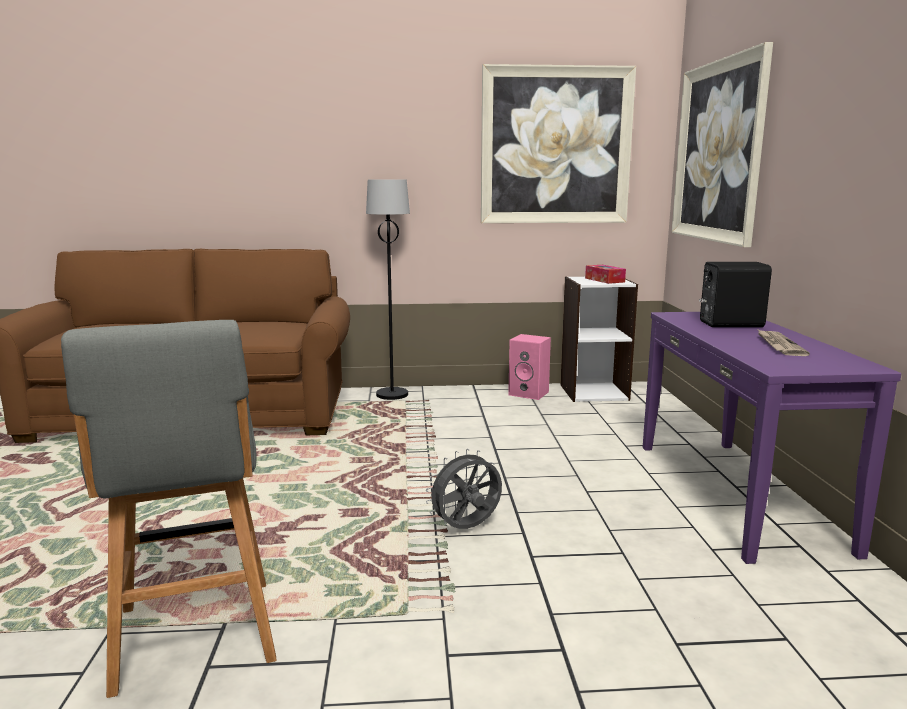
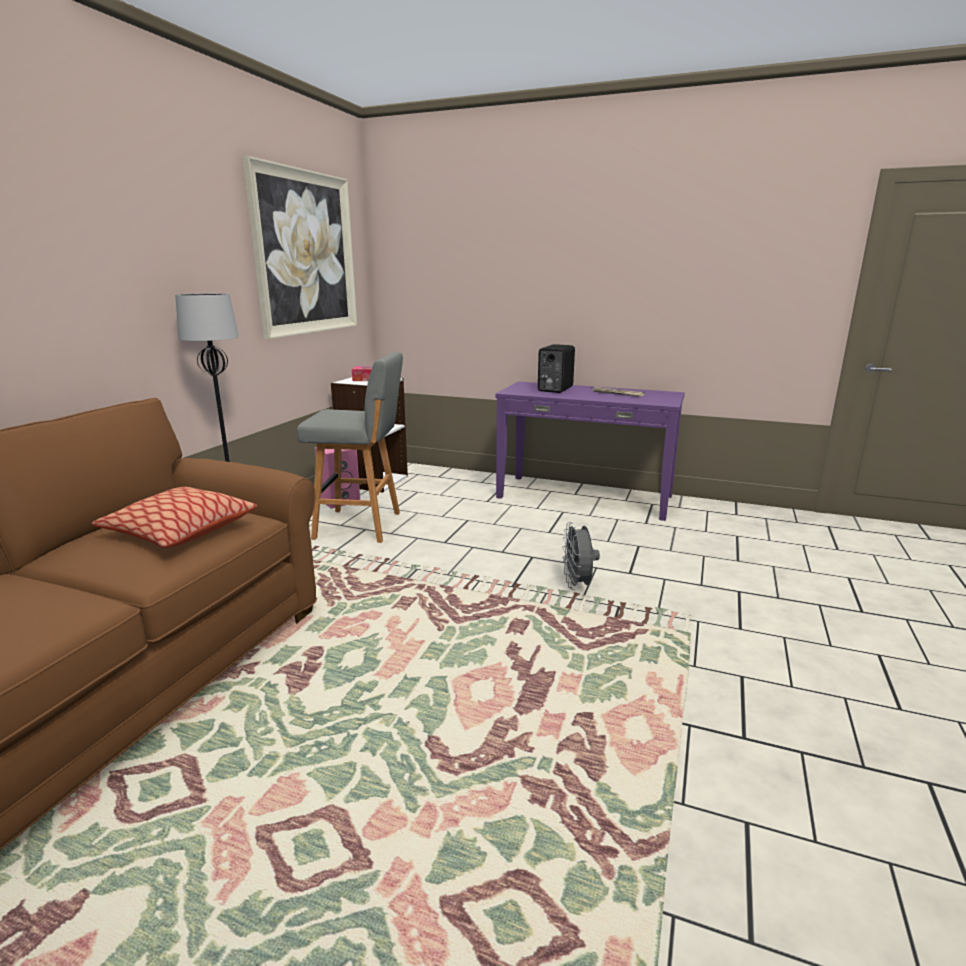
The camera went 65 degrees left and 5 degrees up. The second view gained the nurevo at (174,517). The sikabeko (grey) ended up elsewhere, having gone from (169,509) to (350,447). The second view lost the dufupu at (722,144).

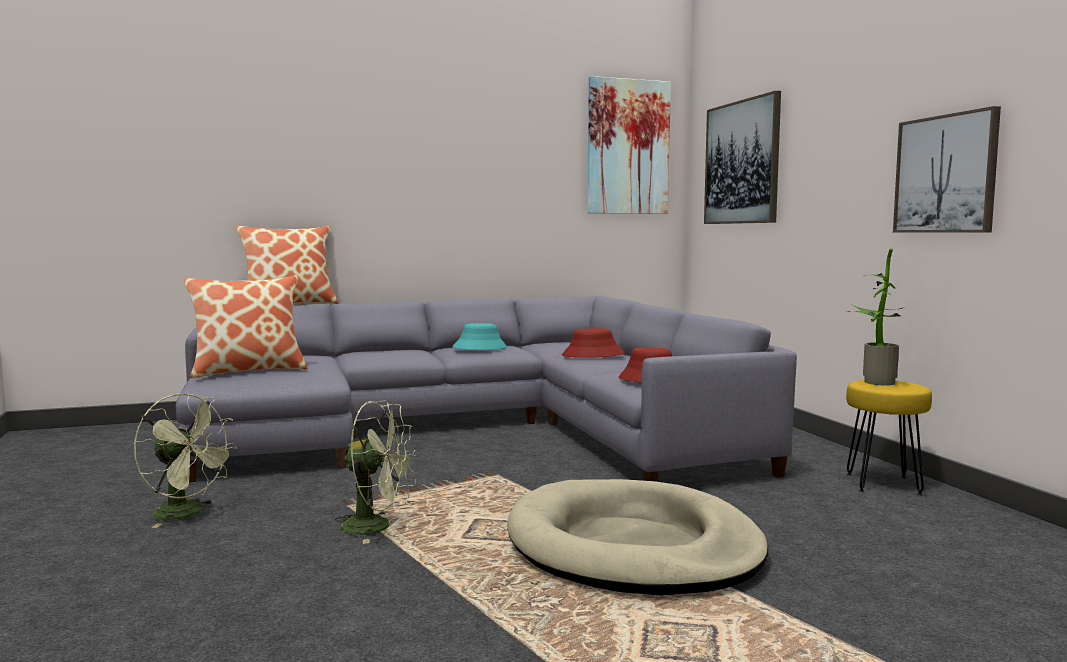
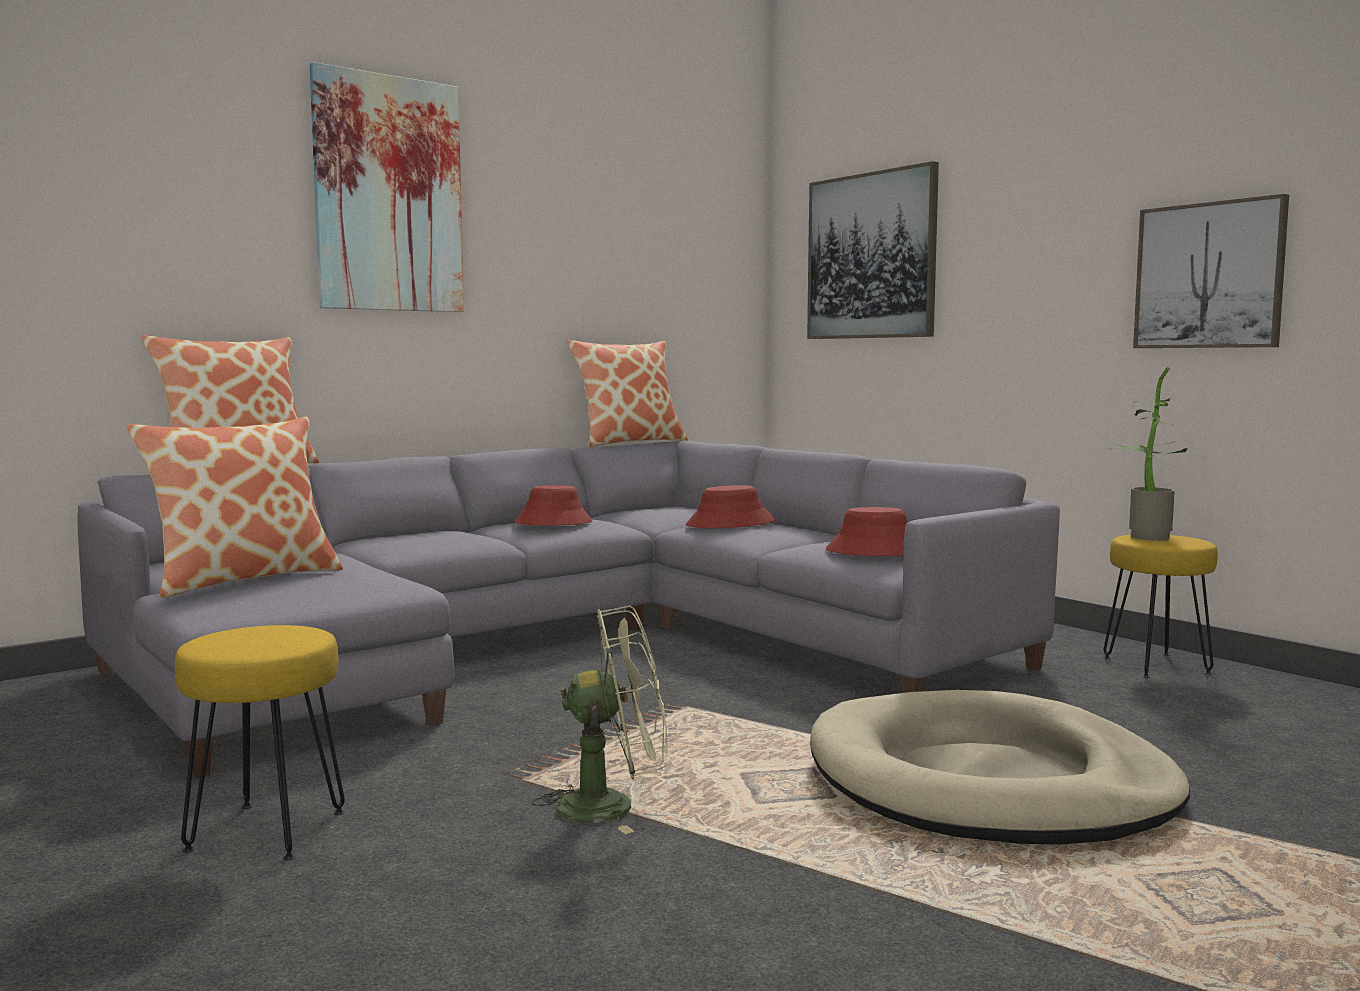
The camera went 20 degrees left and 0 degrees up. Where the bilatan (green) stood at (186,460), the sikabeko (yellow) came to stand at (260,742). The dufupu ended up elsewhere, having gone from (629,145) to (387,187). What was the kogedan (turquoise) at (479,336) turned into the kogedan (red) at (553,505). The second view gained the nurevo at (627,393).

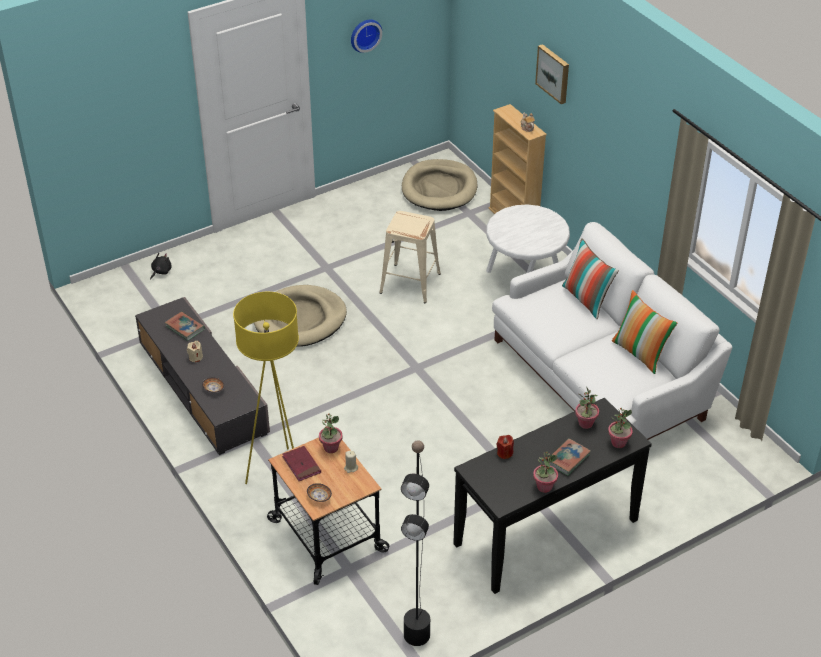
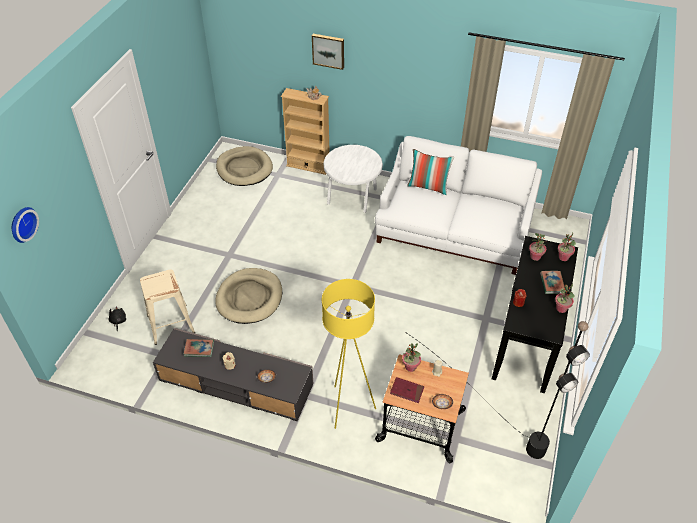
The camera went 40 degrees left and 5 degrees up. The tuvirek ended up elsewhere, having gone from (366,36) to (25,225). The sikabeko (beige) ended up elsewhere, having gone from (410,257) to (167,307). The second view lost the nurevo at (644,332).

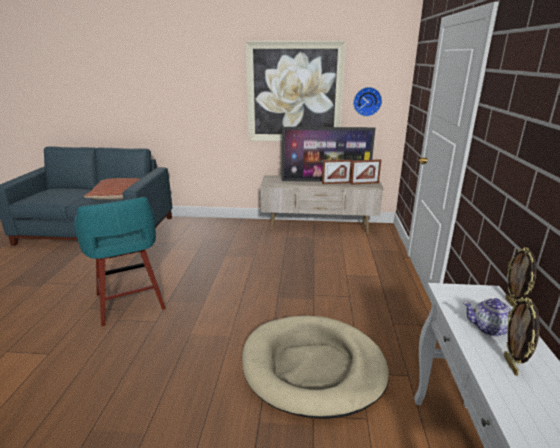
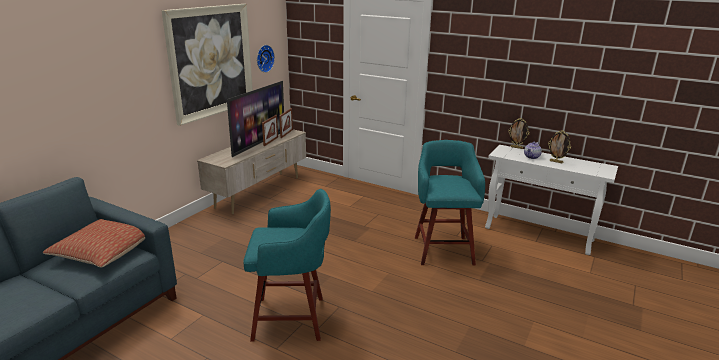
The camera went 65 degrees left and 0 degrees up. Where the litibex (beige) stood at (315,367), the sikabeko (turquoise) came to stand at (450,203).

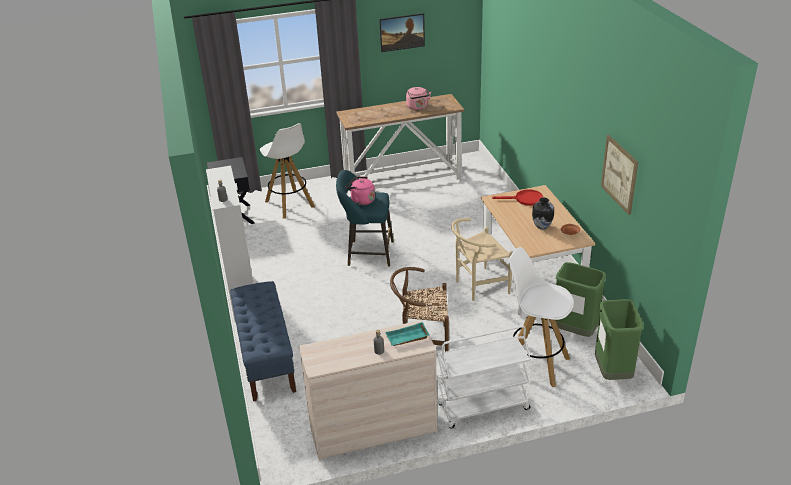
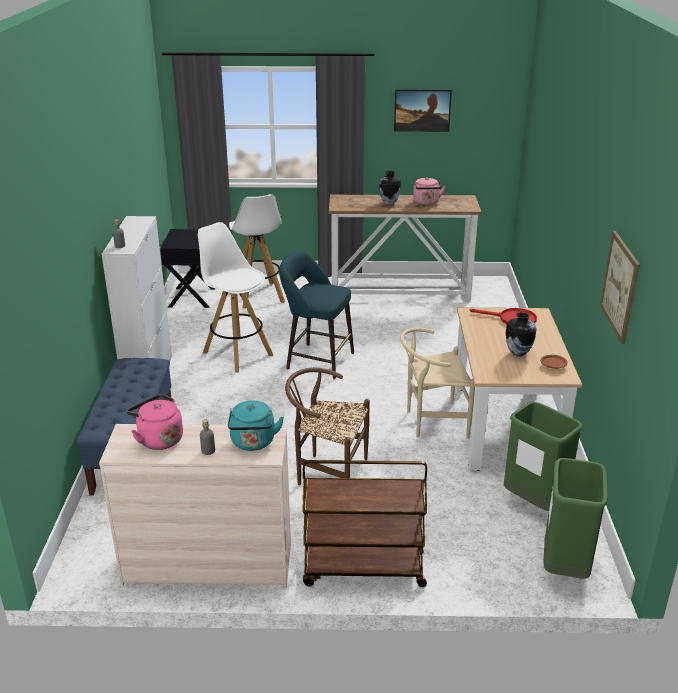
The camera went 15 degrees right and 5 degrees down. The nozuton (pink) ended up elsewhere, having gone from (360,190) to (155,422). The sikabeko (white) ended up elsewhere, having gone from (541,317) to (235,297). Where the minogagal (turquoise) stood at (407,334), the nozuton (turquoise) came to stand at (256,426). What was the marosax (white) at (484,377) turned into the marosax (brown) at (364,523). The second view gained the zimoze at (390,188).

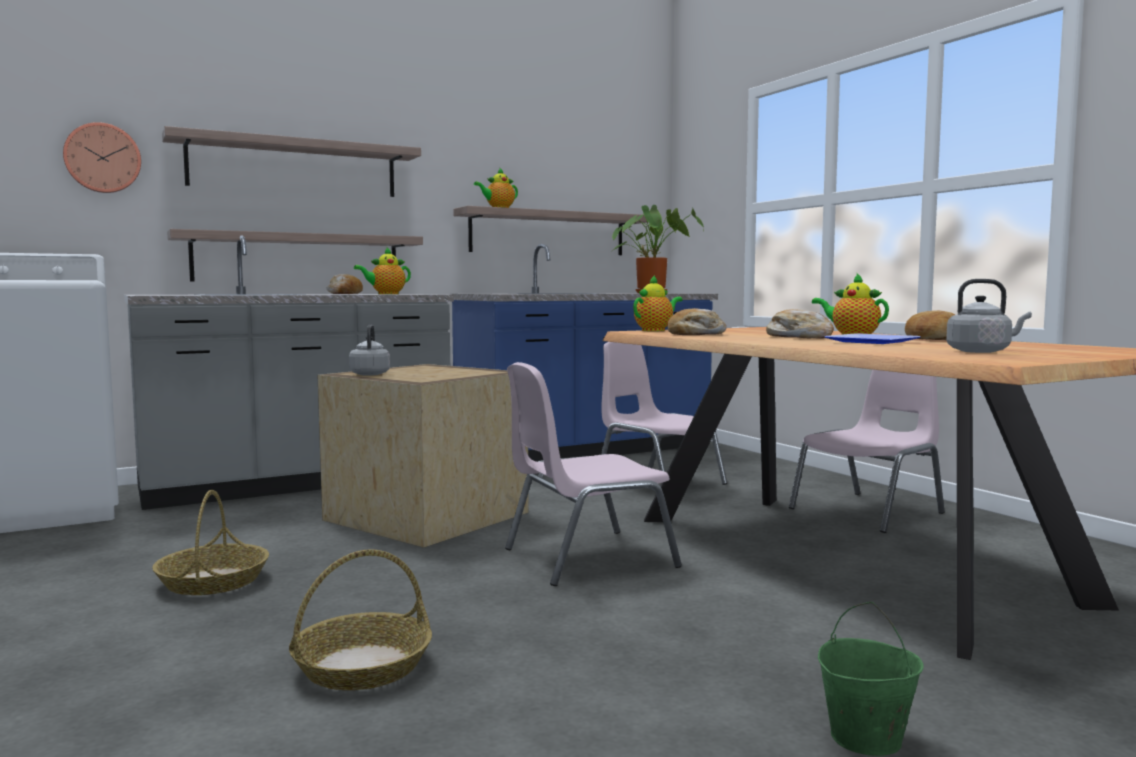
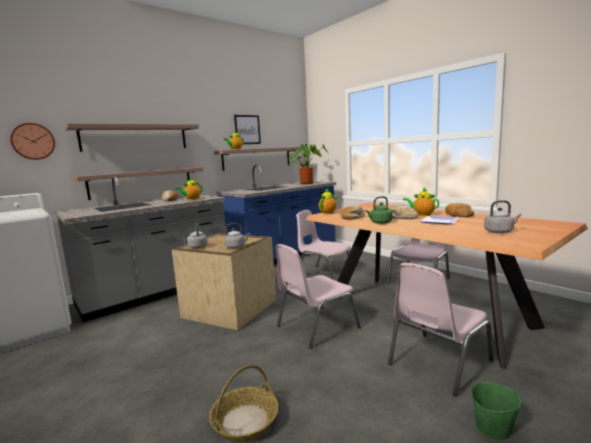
The camera went 10 degrees left and 5 degrees up. The second view gained the nozuton (grey) at (237,236). The second view gained the dufupu at (247,129). The second view gained the nozuton (green) at (379,210). The second view gained the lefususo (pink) at (441,330). The second view lost the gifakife at (210,542).

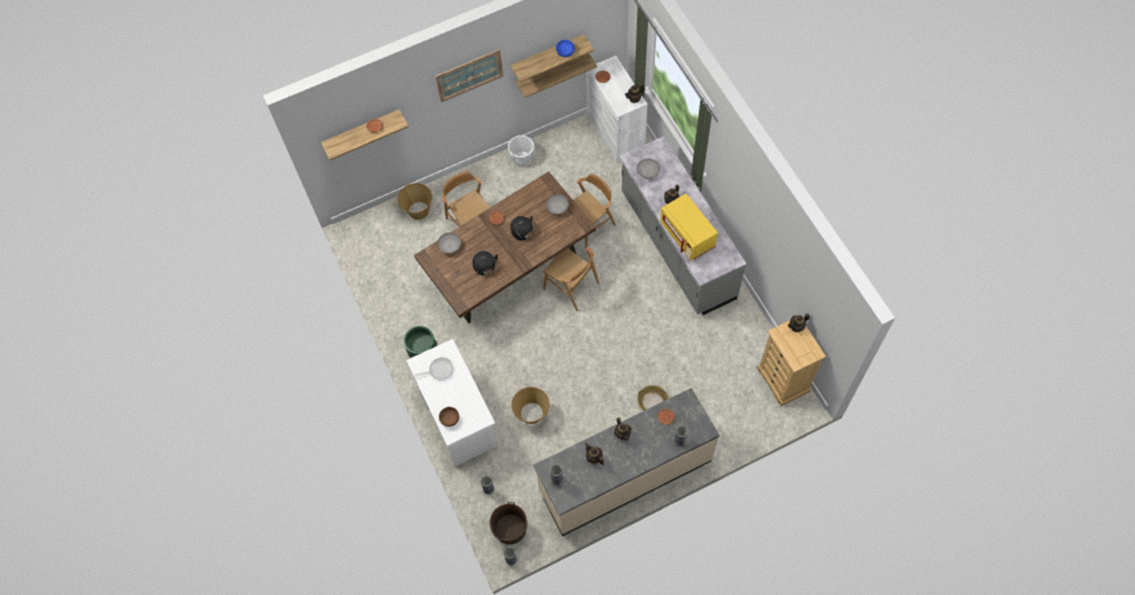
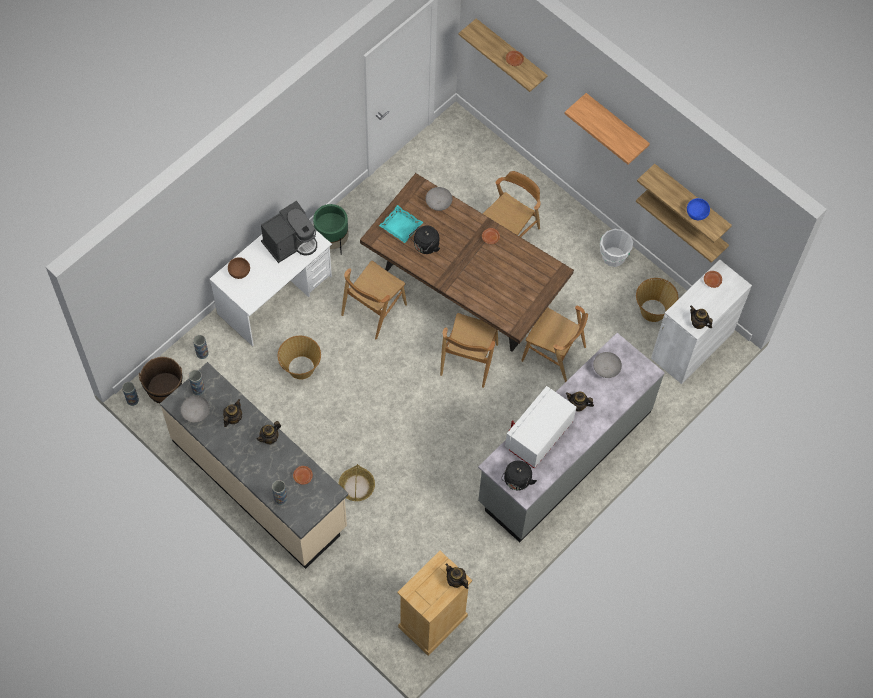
The camera went 65 degrees right and 0 degrees up. The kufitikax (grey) ended up elsewhere, having gone from (557,204) to (195,409). Where the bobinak stood at (433,368), the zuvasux came to stand at (289,232). The second view gained the lefususo (brown) at (374,300). The second view gained the minogagal (turquoise) at (401,224). The nozuton (black) ended up elsewhere, having gone from (523,228) to (519,476). What was the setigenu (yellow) at (689,227) turned into the setigenu (white) at (541,427). Where the dufupu hung at (469,76), the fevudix came to hang at (607,129). The gifakife ended up elsewhere, having gone from (415,201) to (657,300).

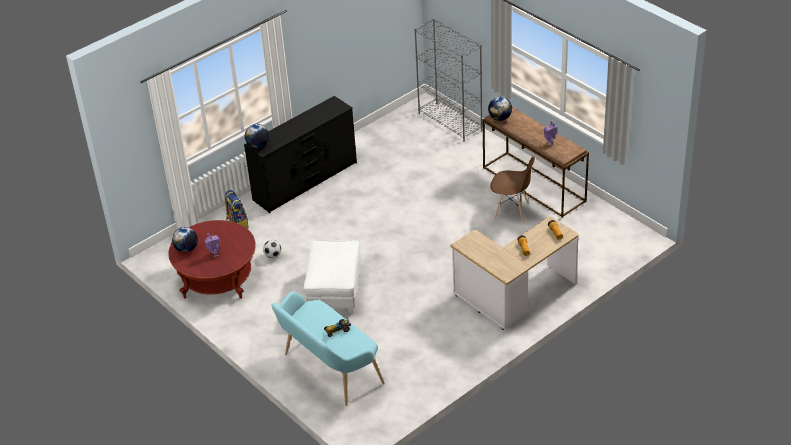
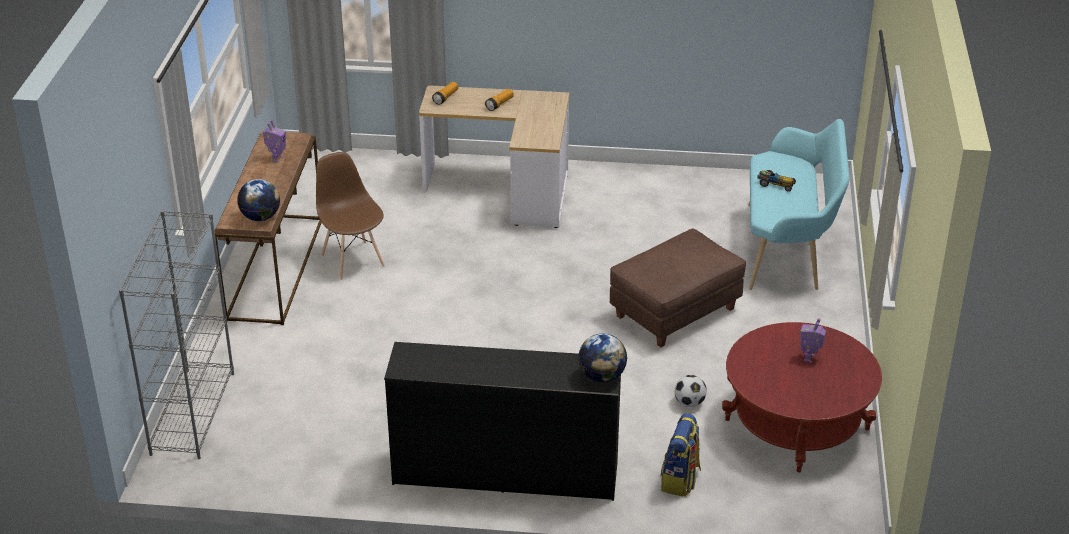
The camera went 135 degrees left and 5 degrees down. What was the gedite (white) at (332,276) turned into the gedite (brown) at (678,288). The second view lost the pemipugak at (185,240).

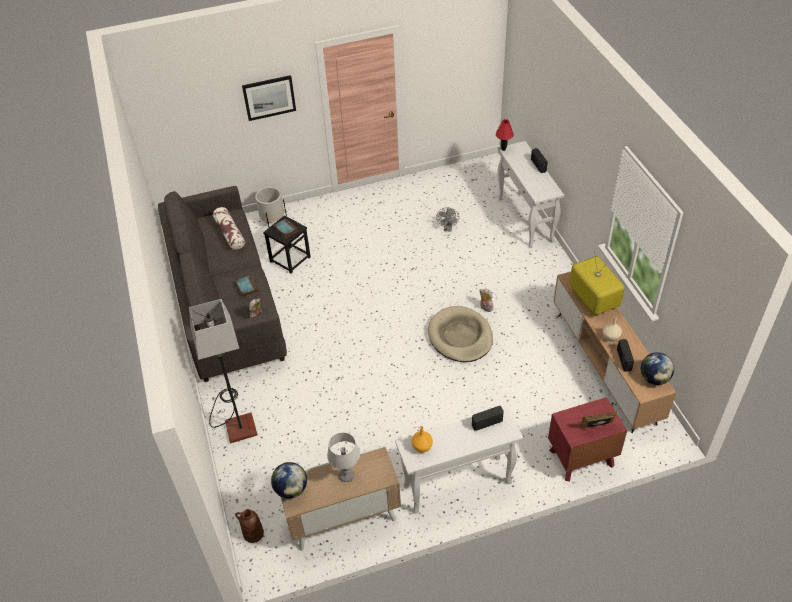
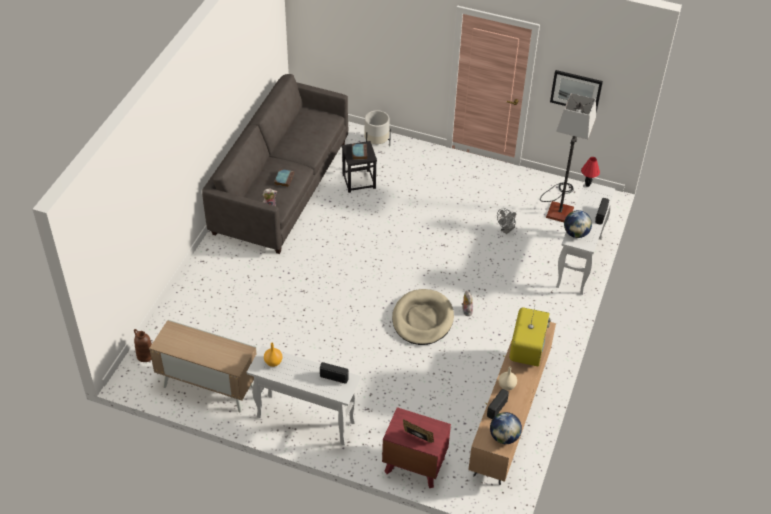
The camera went 35 degrees right and 0 degrees up. The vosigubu ended up elsewhere, having gone from (223,371) to (568,157). The dufupu ended up elsewhere, having gone from (269,98) to (576,91). The pemipugak ended up elsewhere, having gone from (289,480) to (578,224). The second view lost the nurevo at (229,228). The second view lost the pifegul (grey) at (343,457).

